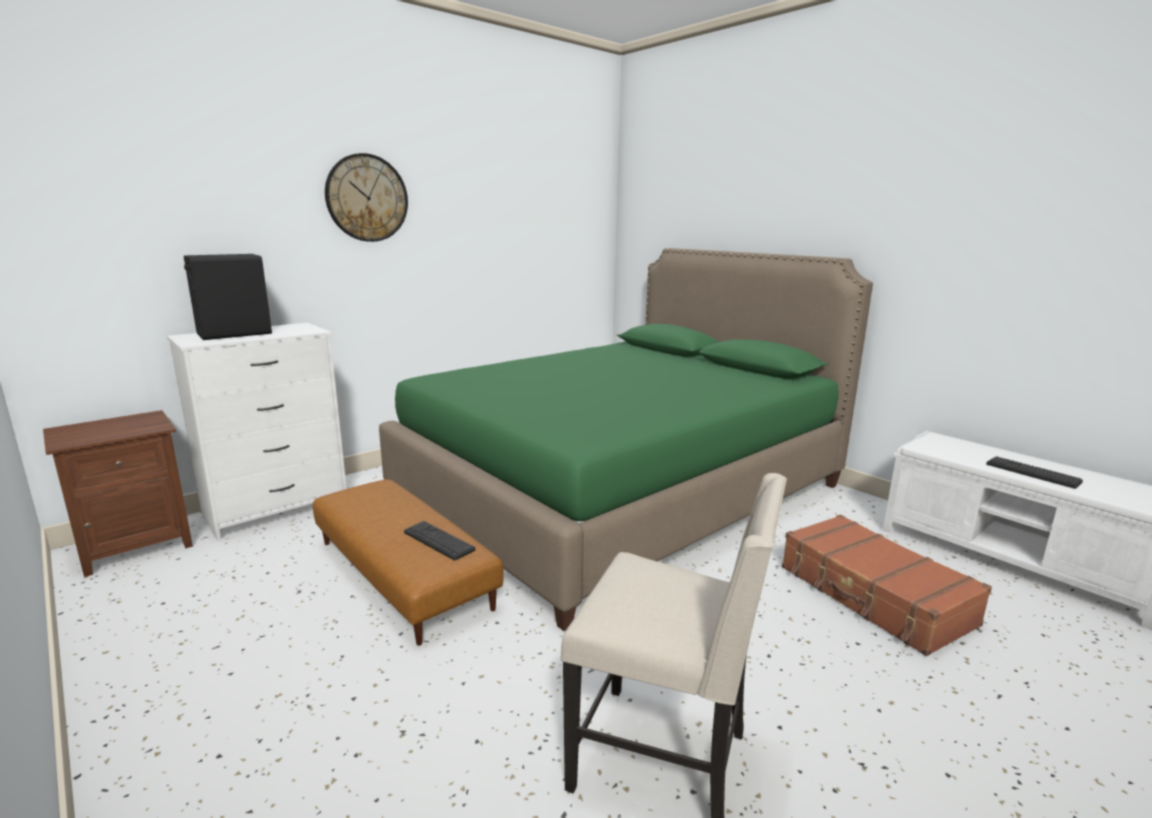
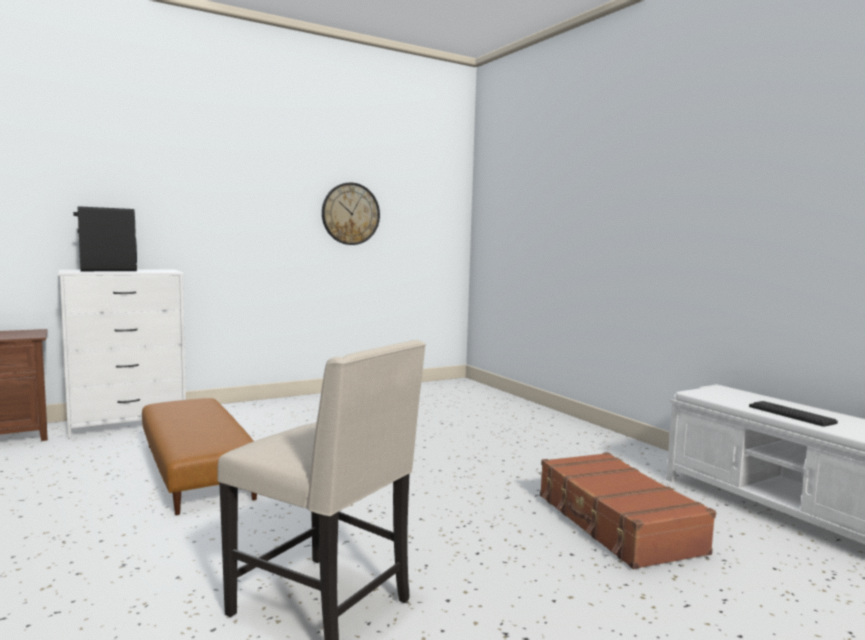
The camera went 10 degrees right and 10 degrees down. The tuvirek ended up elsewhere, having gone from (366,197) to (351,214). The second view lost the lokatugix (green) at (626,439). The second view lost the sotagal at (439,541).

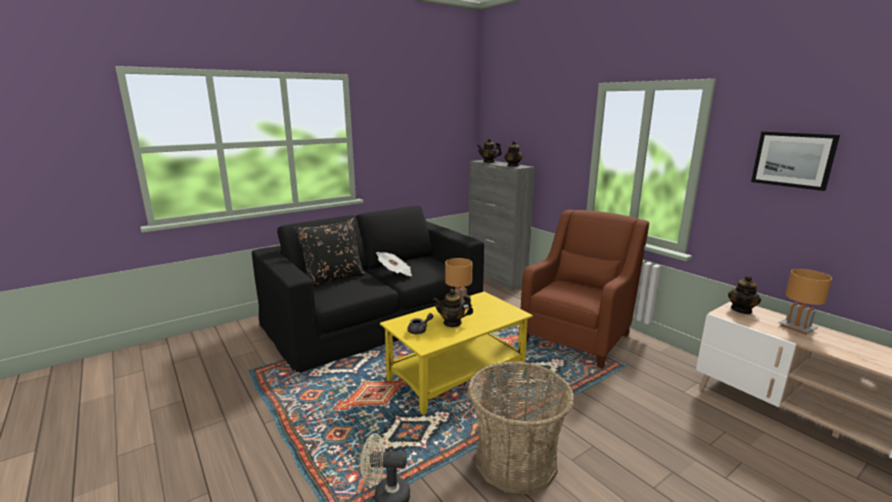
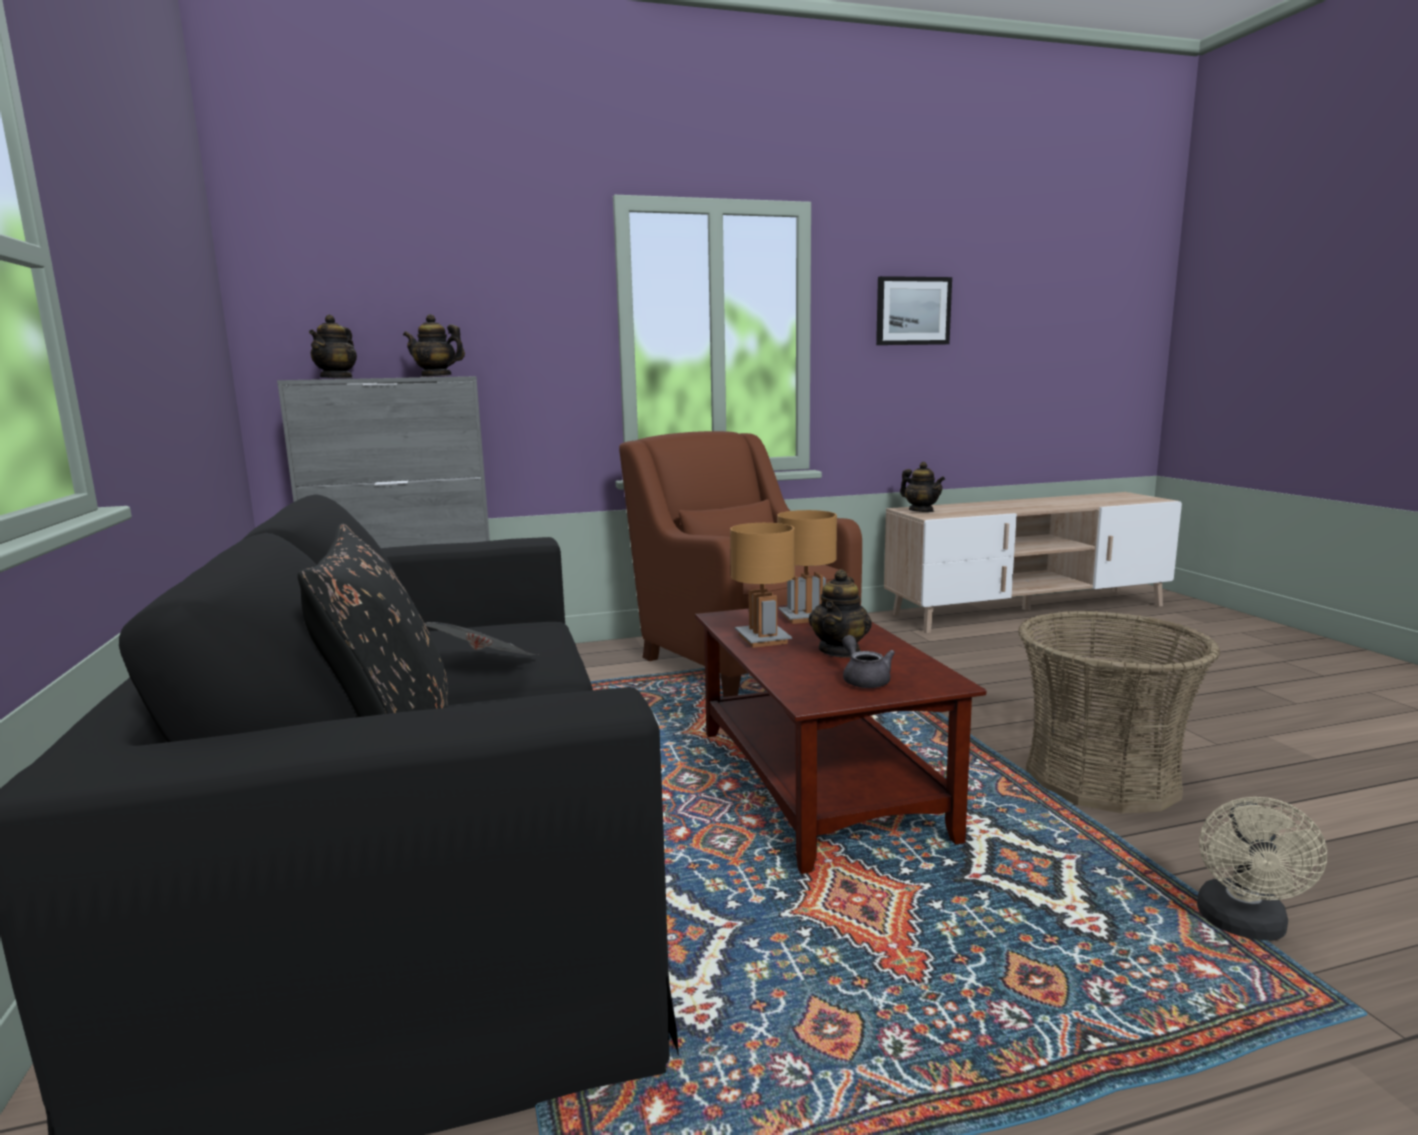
The camera went 70 degrees left and 5 degrees down. What was the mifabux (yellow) at (456,353) turned into the mifabux (brown) at (840,739). The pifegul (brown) ended up elsewhere, having gone from (805,302) to (807,567).

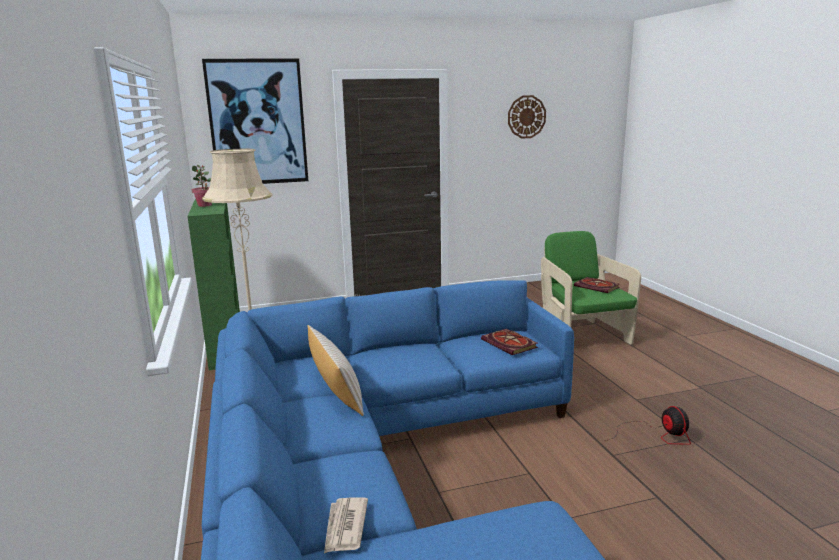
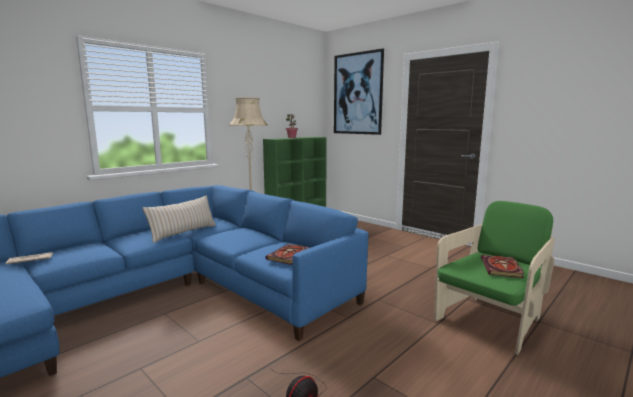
The camera went 60 degrees right and 5 degrees down. The second view lost the tuvirek at (527,117).

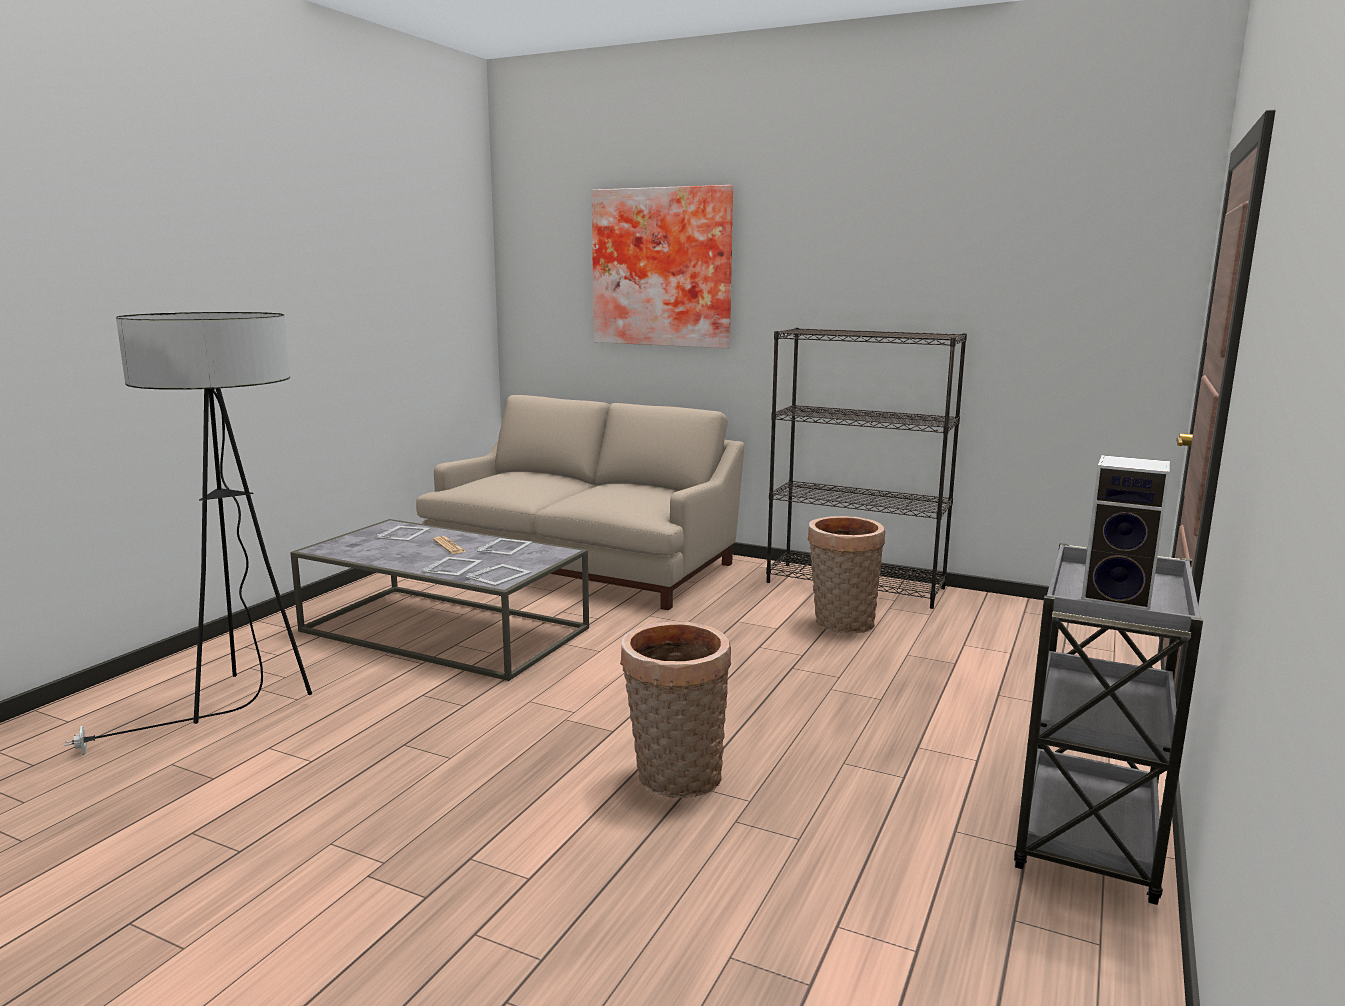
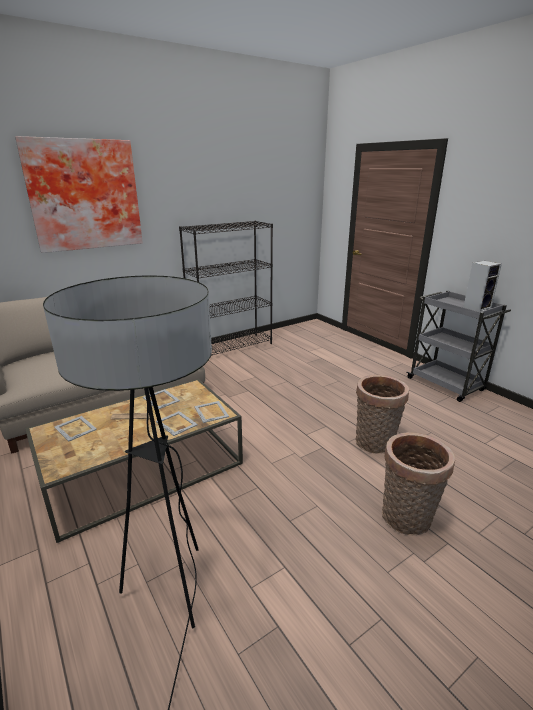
The camera went 60 degrees left and 10 degrees up. What was the mifabux (grey) at (439,600) turned into the mifabux (brown) at (134,461). The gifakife ended up elsewhere, having gone from (846,574) to (418,483).

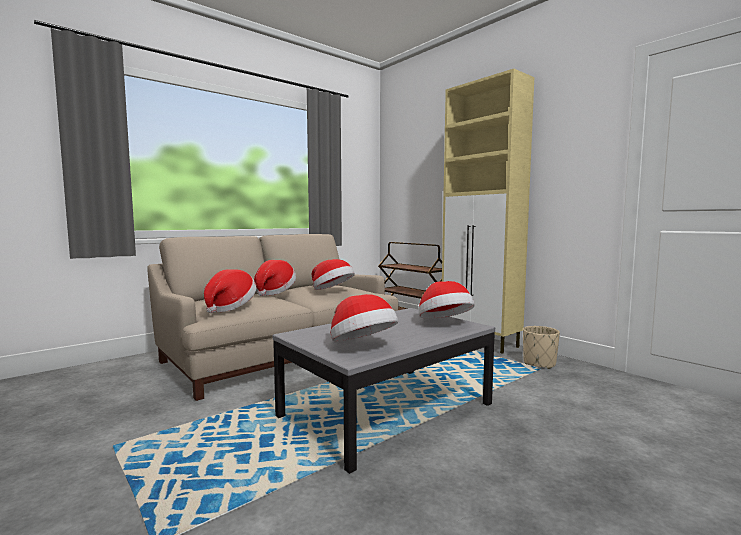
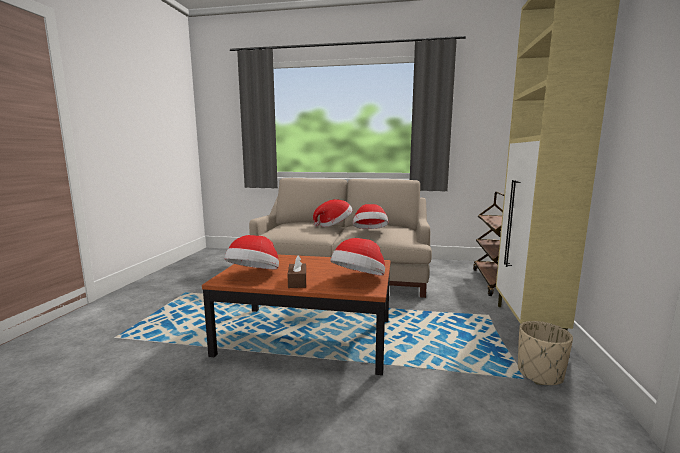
The camera went 50 degrees right and 5 degrees up. What was the mifabux (grey) at (383,391) turned into the mifabux (brown) at (296,315). The second view gained the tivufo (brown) at (296,271). The second view lost the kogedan at (230,291).

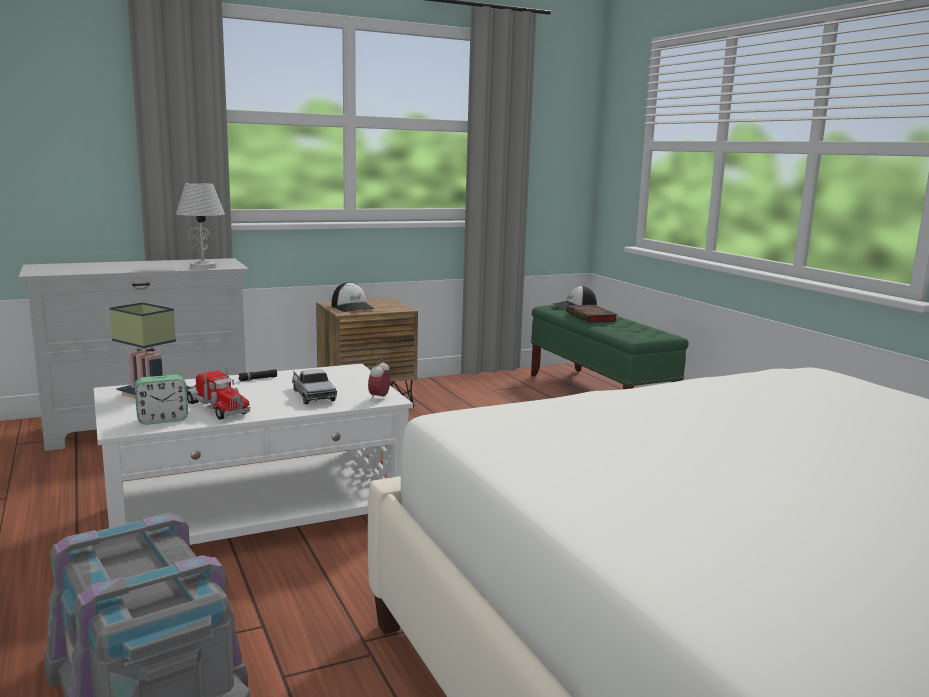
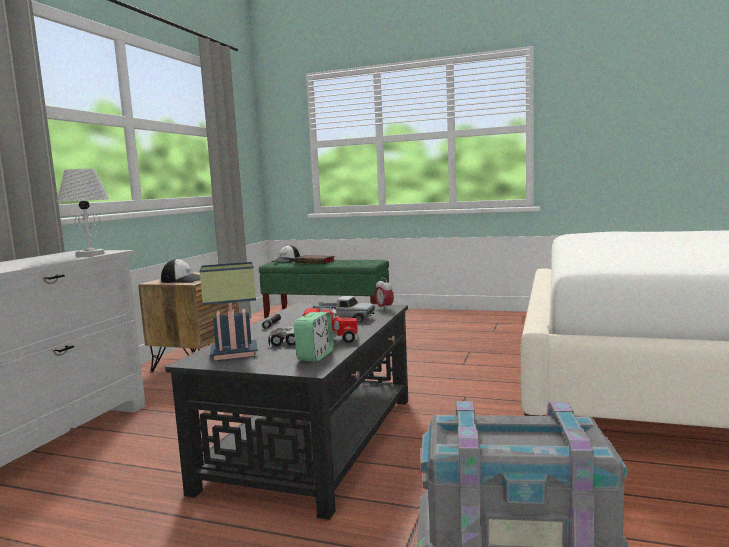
The camera went 45 degrees left and 5 degrees down. What was the mifabux (white) at (253,454) turned into the mifabux (black) at (286,411).

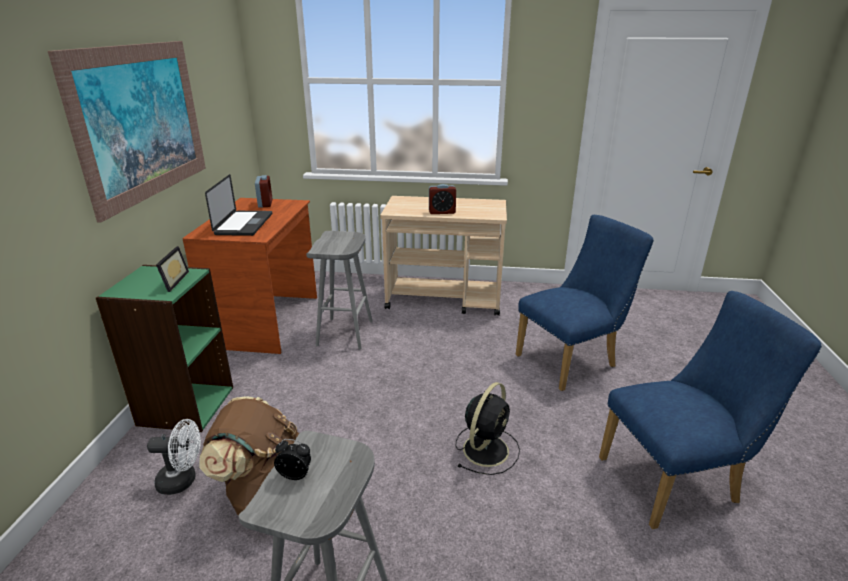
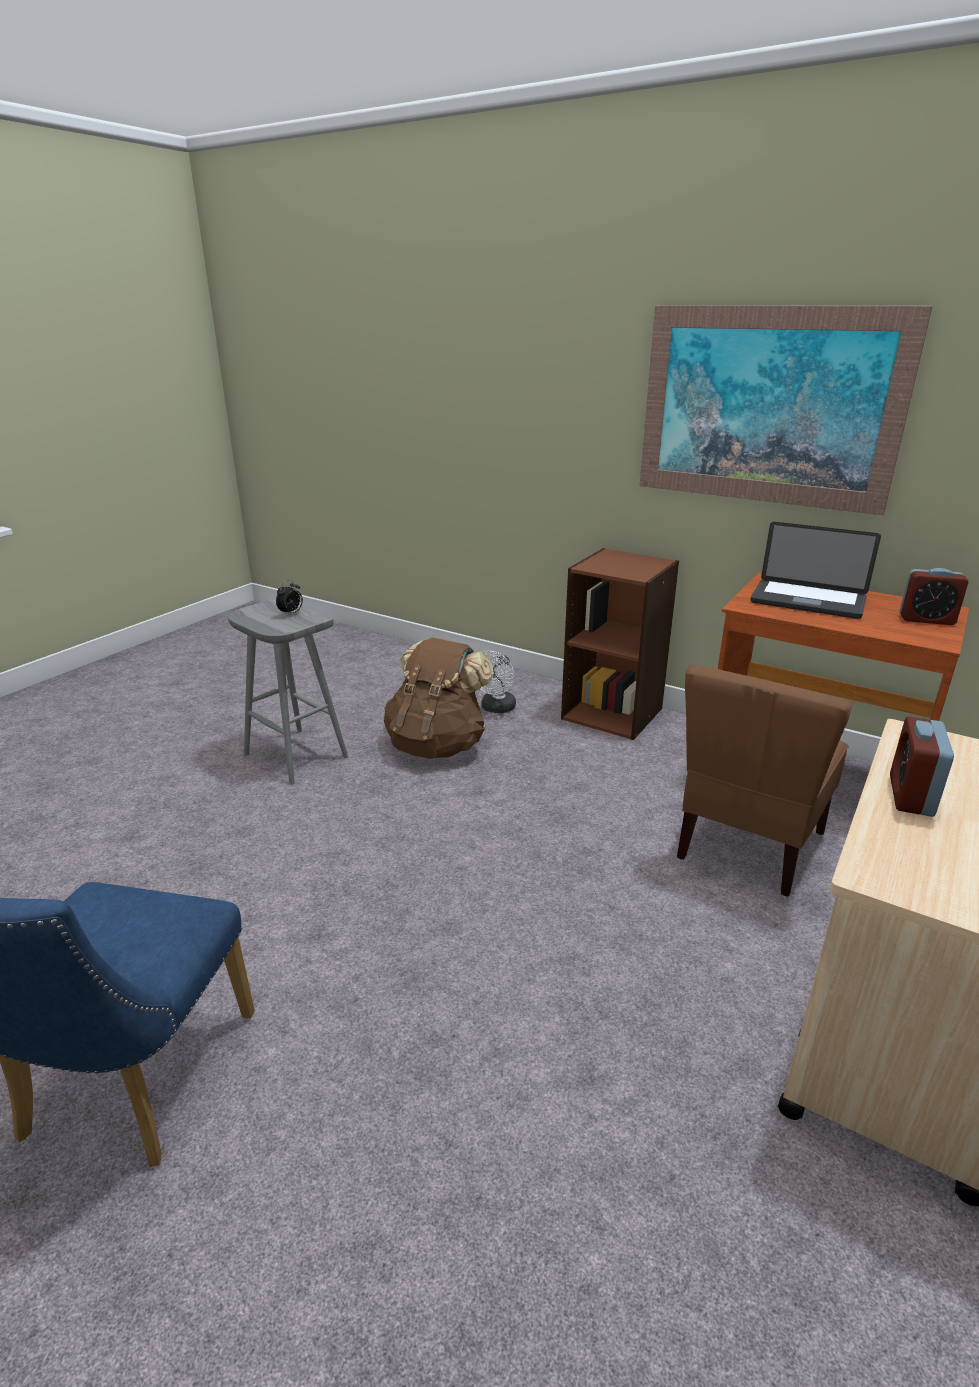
The camera went 115 degrees right and 0 degrees up. What was the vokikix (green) at (164,348) turned into the vokikix (brown) at (620,644). Where the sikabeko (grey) stood at (339,290), the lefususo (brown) came to stand at (765,781). The second view lost the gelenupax at (172,269). The second view lost the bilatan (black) at (487,428). The second view lost the lefususo (blue) at (585,303).

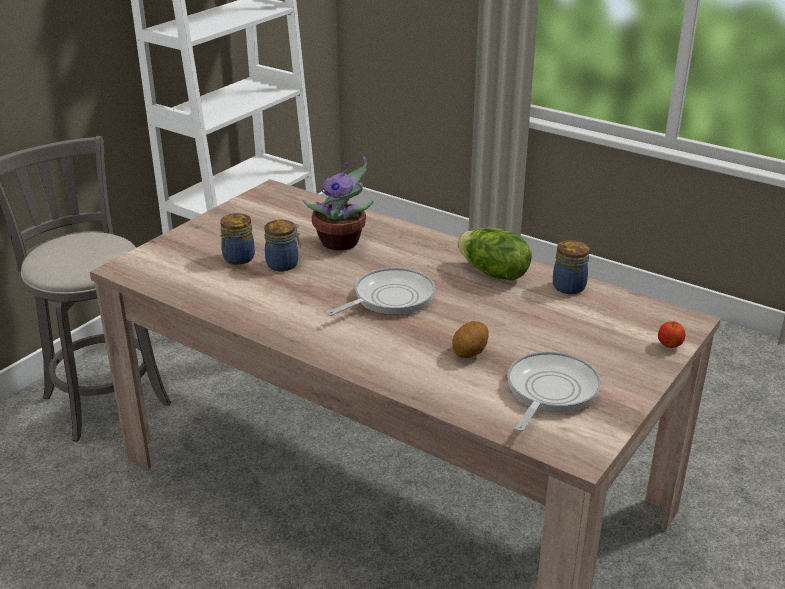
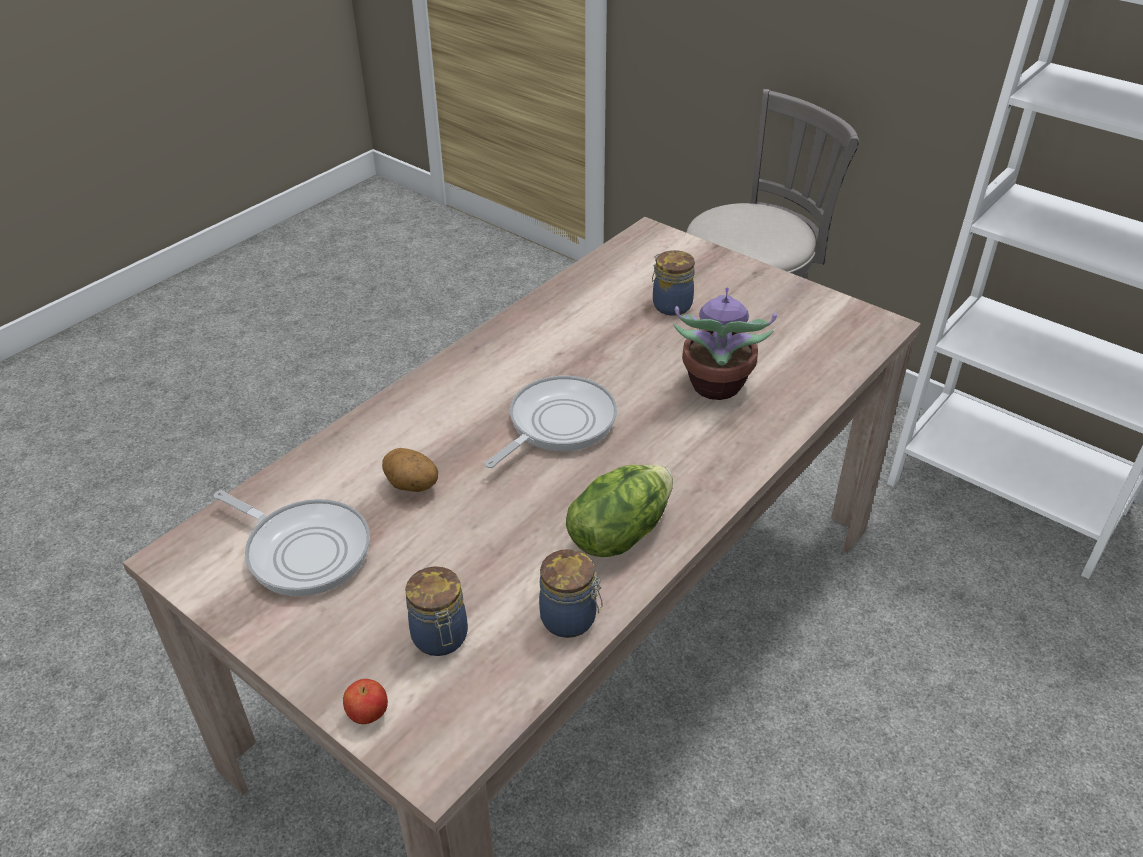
The camera went 95 degrees right and 10 degrees up. The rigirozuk ended up elsewhere, having gone from (282,245) to (436,611). The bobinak at (381,292) ended up facing another way, 105 degrees counterclockwise from before.

